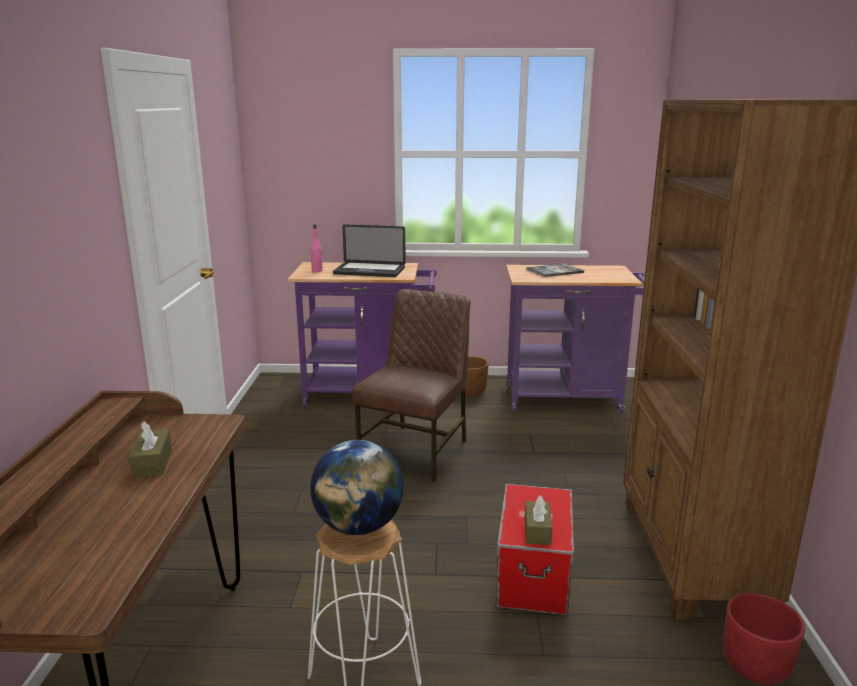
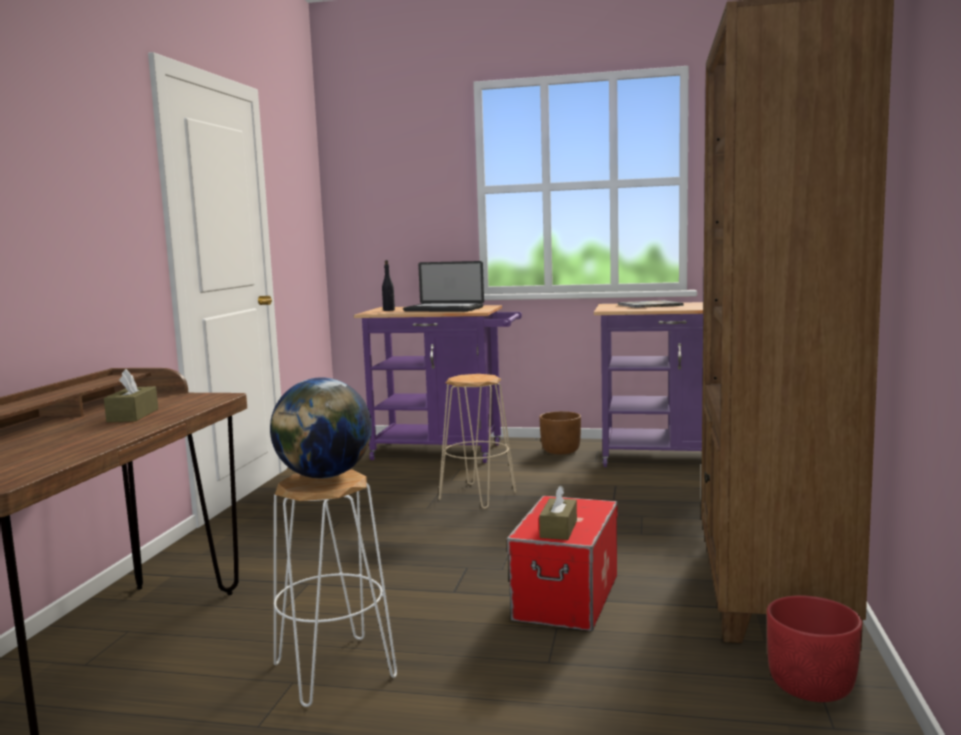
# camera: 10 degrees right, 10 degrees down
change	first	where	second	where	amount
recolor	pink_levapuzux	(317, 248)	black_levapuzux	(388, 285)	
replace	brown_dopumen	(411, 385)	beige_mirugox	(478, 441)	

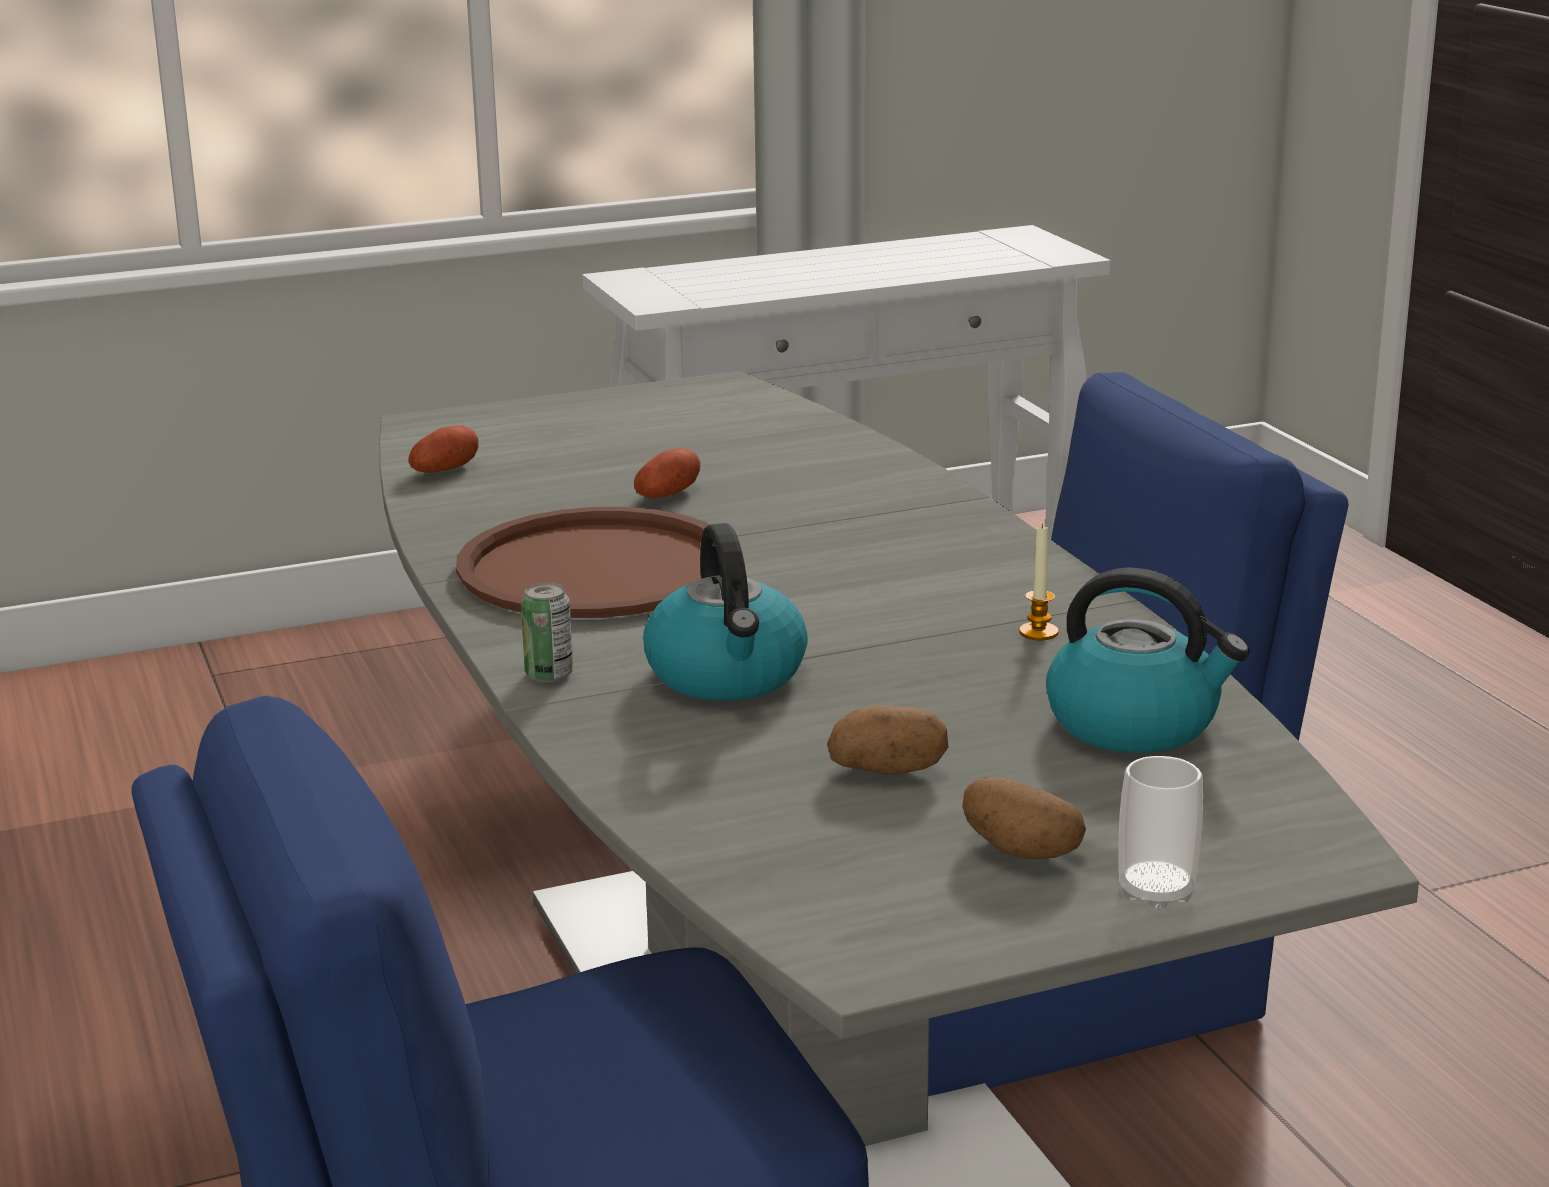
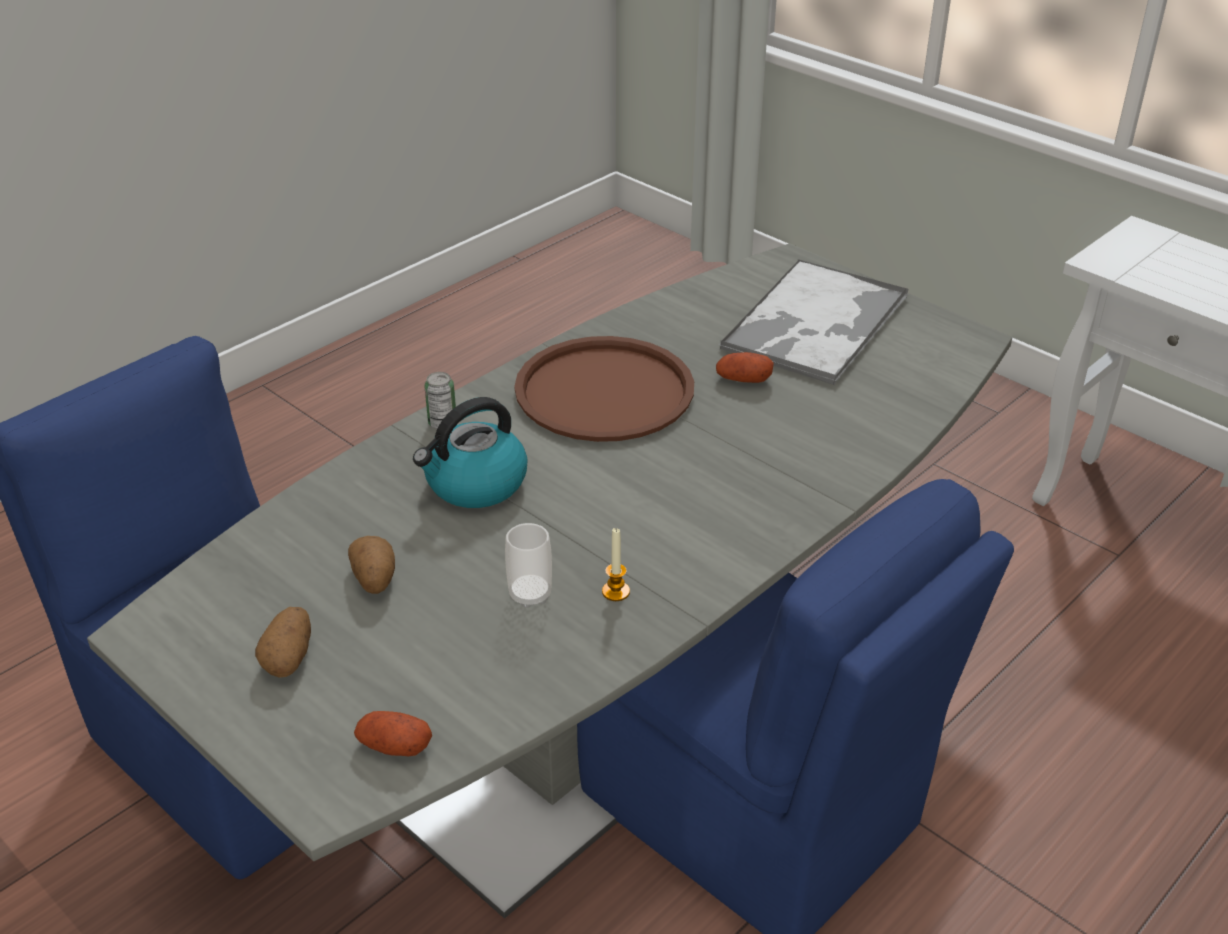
# camera: 65 degrees right, 15 degrees up
change	first	where	second	where	amount
move	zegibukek	(443, 449)		(393, 733)	
delete	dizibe	(1148, 660)			
move	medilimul	(1160, 833)		(528, 565)	
insert			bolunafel	(813, 322)	

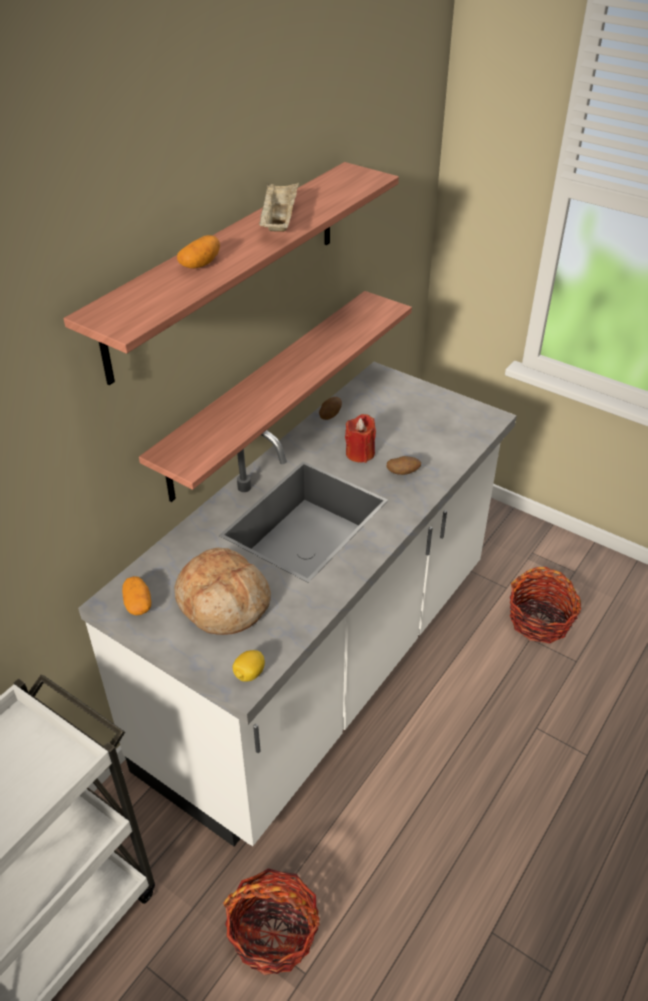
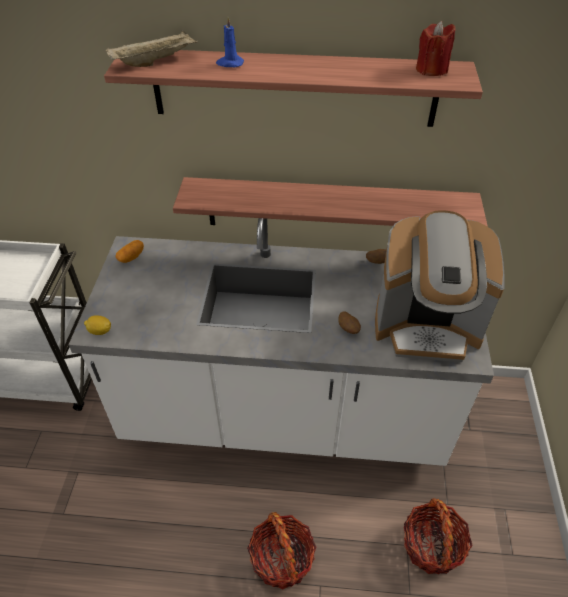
# camera: 60 degrees right, 5 degrees up
change	first	where	second	where	amount
move	beige_bolunafel	(279, 206)		(152, 48)	
replace	zegibukek	(198, 252)	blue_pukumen	(230, 42)	
move	red_pukumen	(360, 438)		(436, 48)	
delete	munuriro	(222, 591)			
move	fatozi	(272, 921)		(282, 550)	
insert			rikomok	(439, 286)	

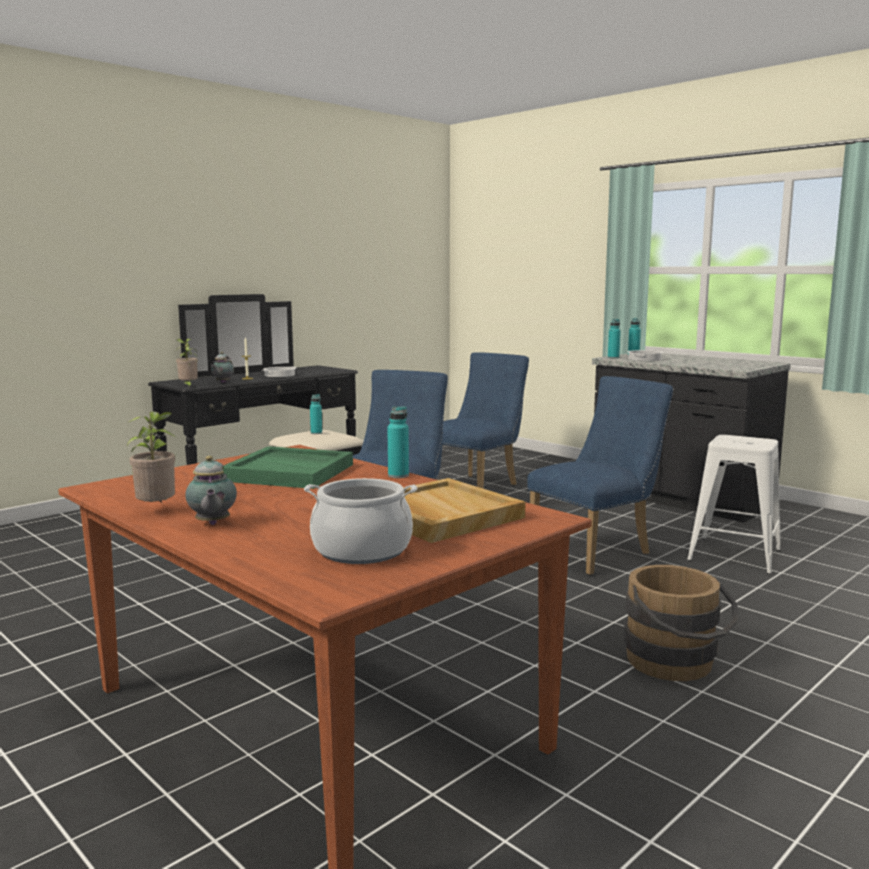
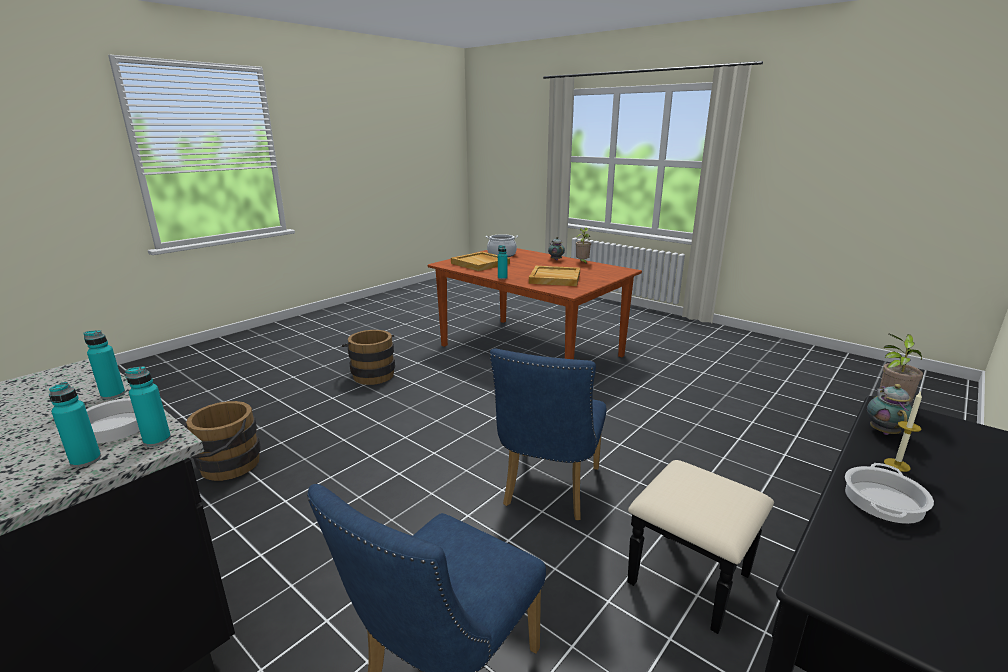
# camera: 175 degrees right, 10 degrees up
change	first	where	second	where	amount
delete	blue_dopumen	(600, 475)			
move	turquoise_levapuzux	(316, 414)		(104, 364)	
replace	white_mirugox	(734, 504)	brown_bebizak	(222, 441)	
recolor	green_bolunafel	(288, 467)	beige_bolunafel	(554, 276)	

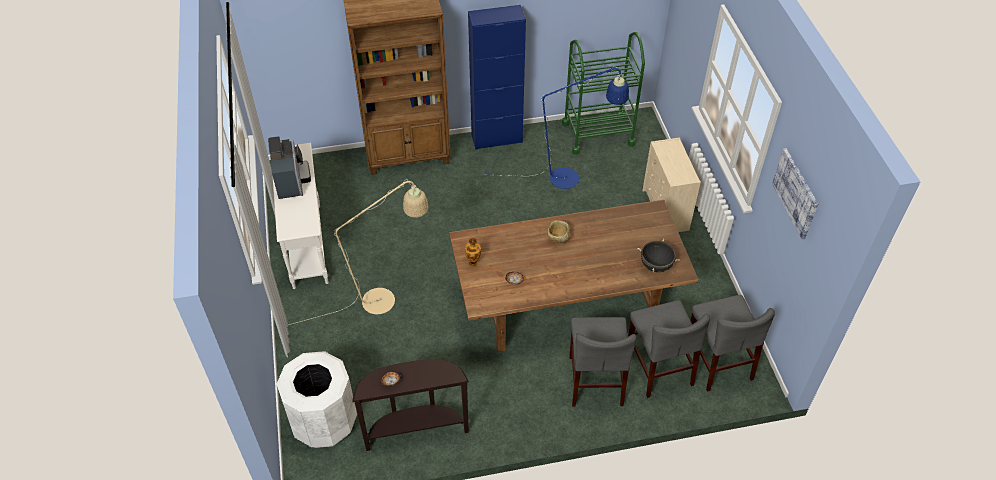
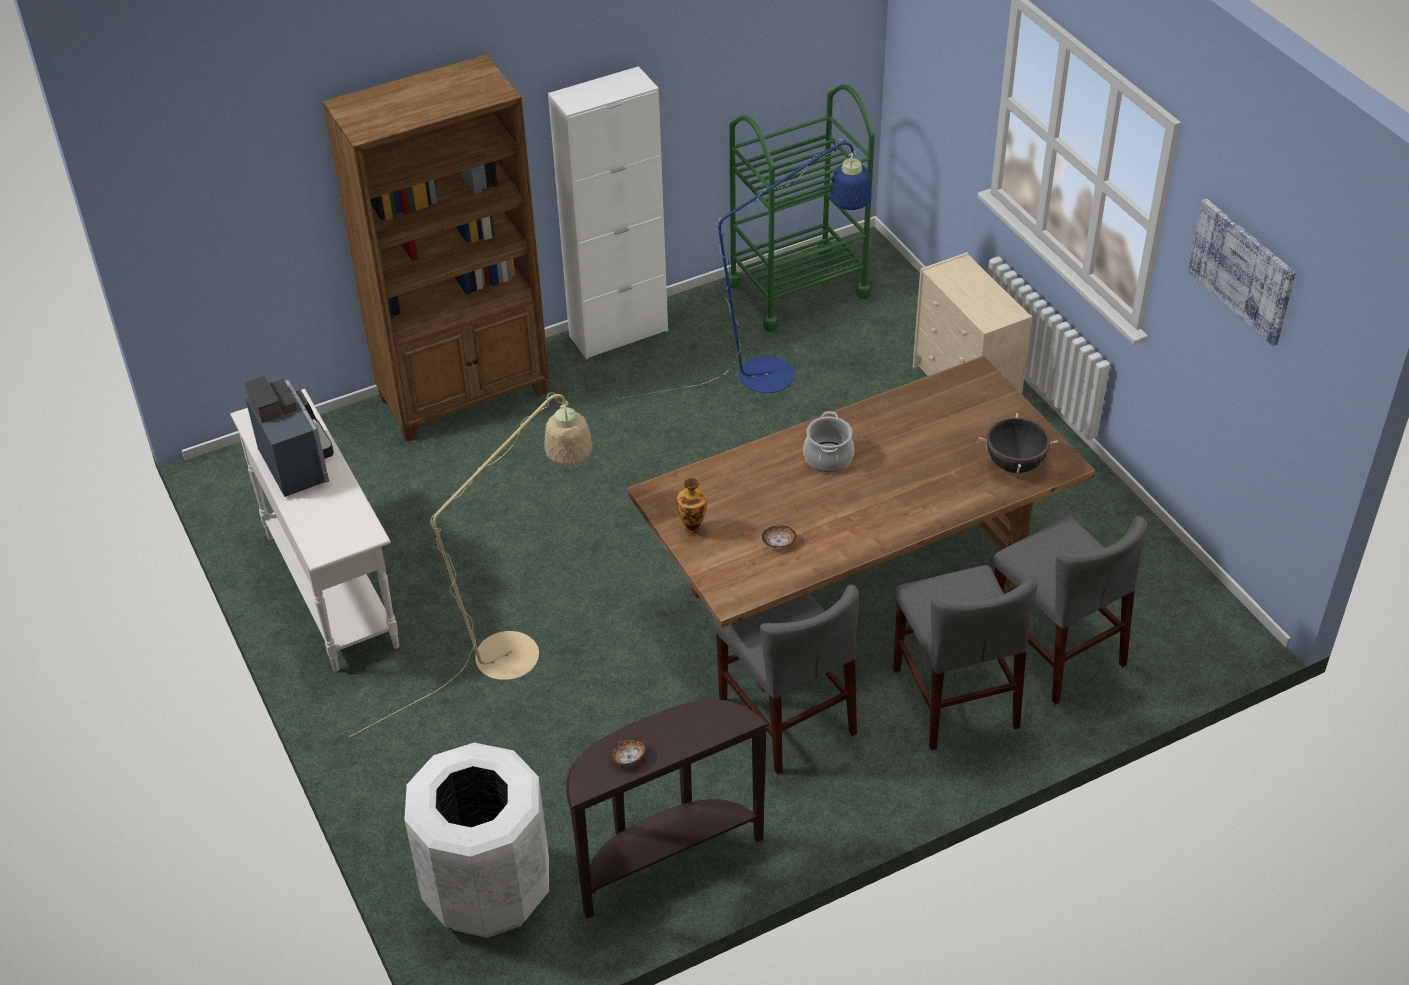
# camera: 15 degrees left, 5 degrees down
change	first	where	second	where	amount
recolor	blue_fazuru	(497, 77)	white_fazuru	(608, 212)	
replace	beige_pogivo	(559, 232)	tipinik	(829, 441)	
move	grey_dopumen	(732, 343)		(786, 679)	

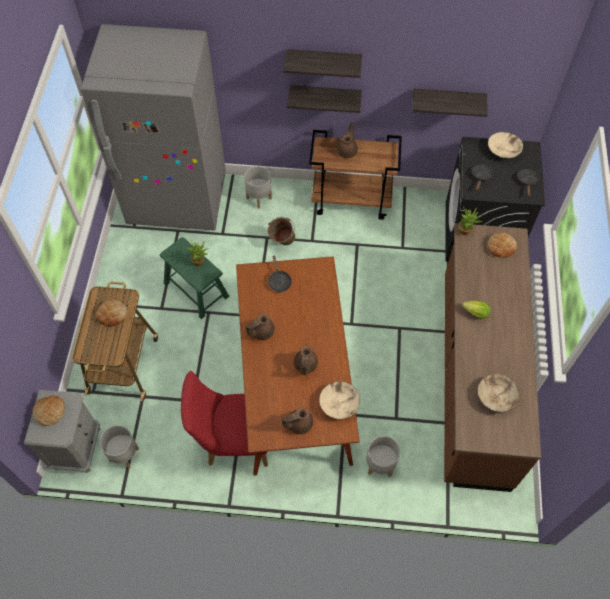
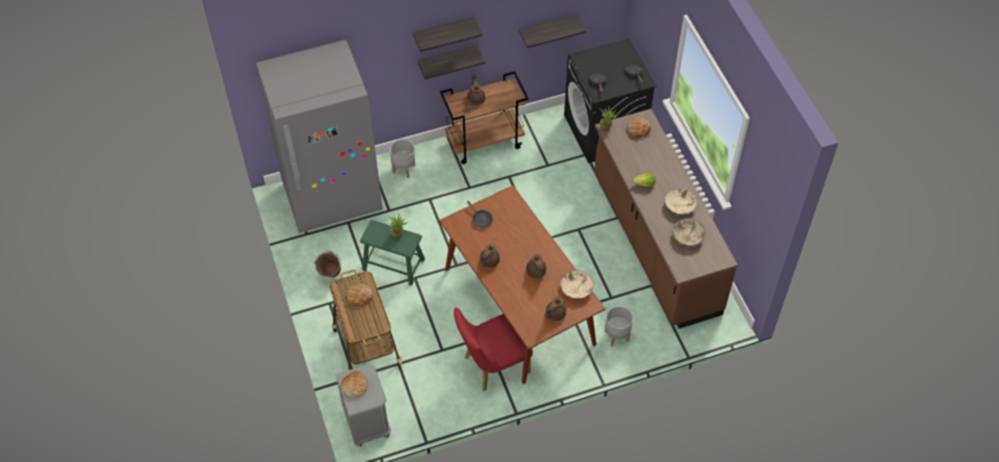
# camera: 25 degrees left, 5 degrees down
change	first	where	second	where	amount
move	beige_pogivo	(505, 145)		(681, 202)	
move	green_bebizak	(281, 231)		(327, 264)	
delete	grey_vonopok	(119, 447)			

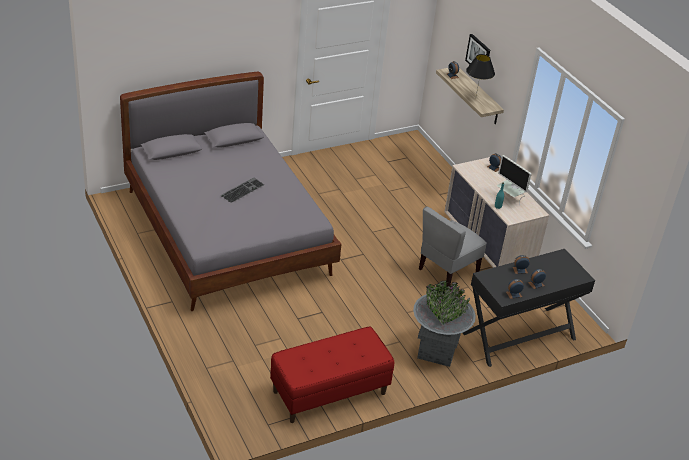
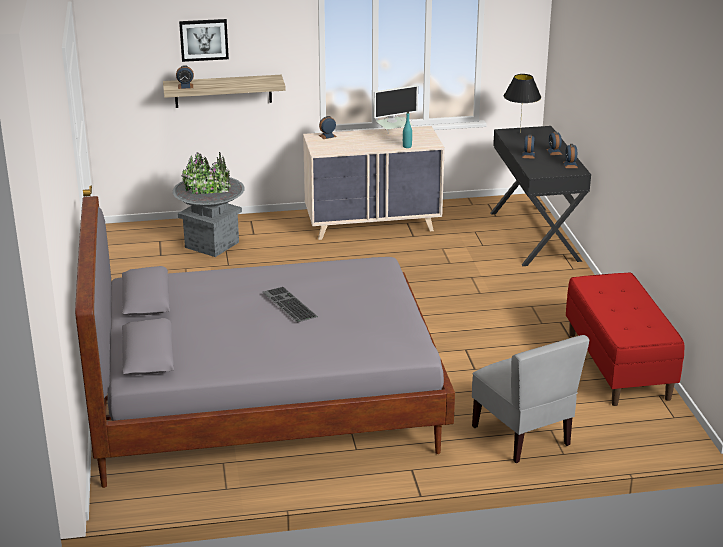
# camera: 70 degrees left, 10 degrees down
change	first	where	second	where	amount
move	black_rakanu	(480, 74)		(522, 102)	
move	grey_dopumen	(453, 246)		(530, 399)	
move	grey_vonopok	(444, 323)		(208, 204)	

